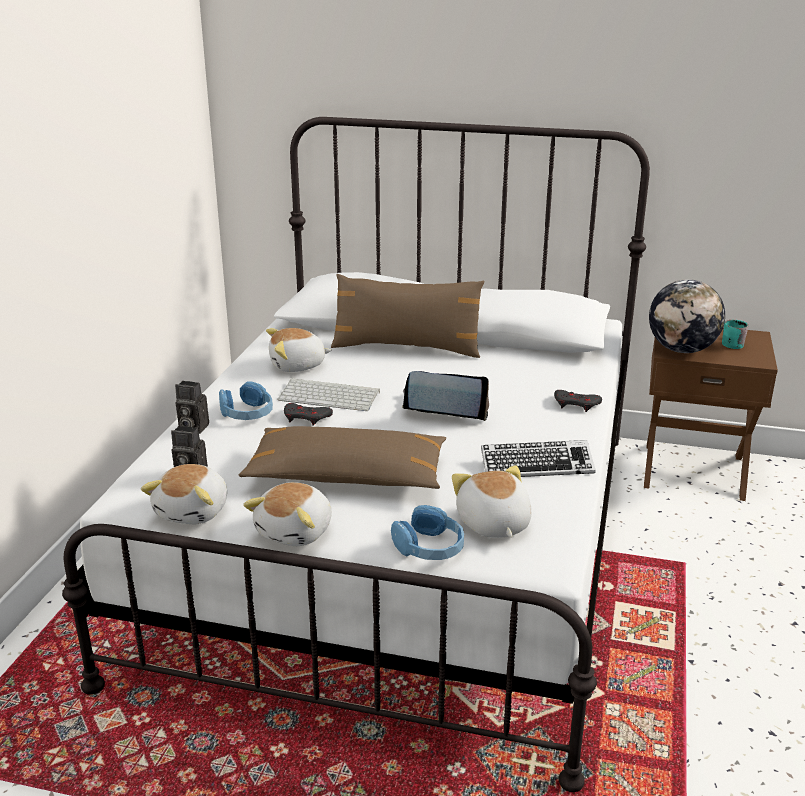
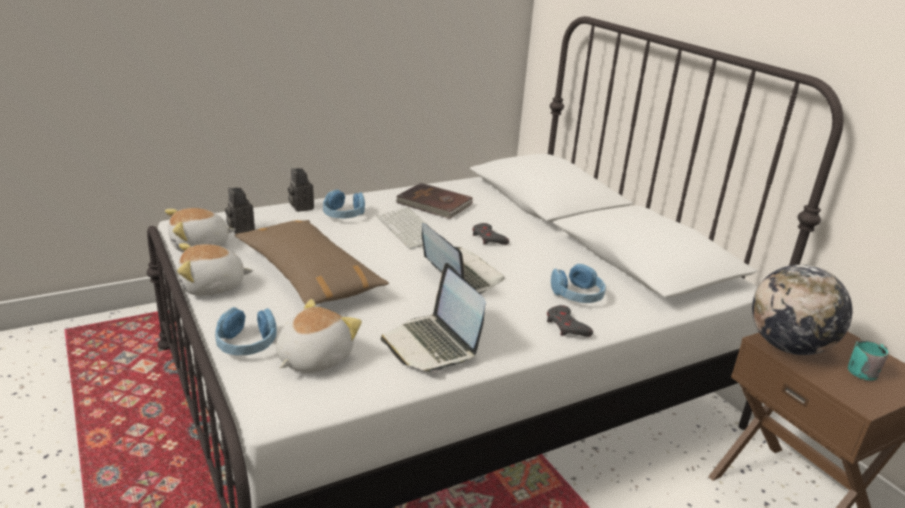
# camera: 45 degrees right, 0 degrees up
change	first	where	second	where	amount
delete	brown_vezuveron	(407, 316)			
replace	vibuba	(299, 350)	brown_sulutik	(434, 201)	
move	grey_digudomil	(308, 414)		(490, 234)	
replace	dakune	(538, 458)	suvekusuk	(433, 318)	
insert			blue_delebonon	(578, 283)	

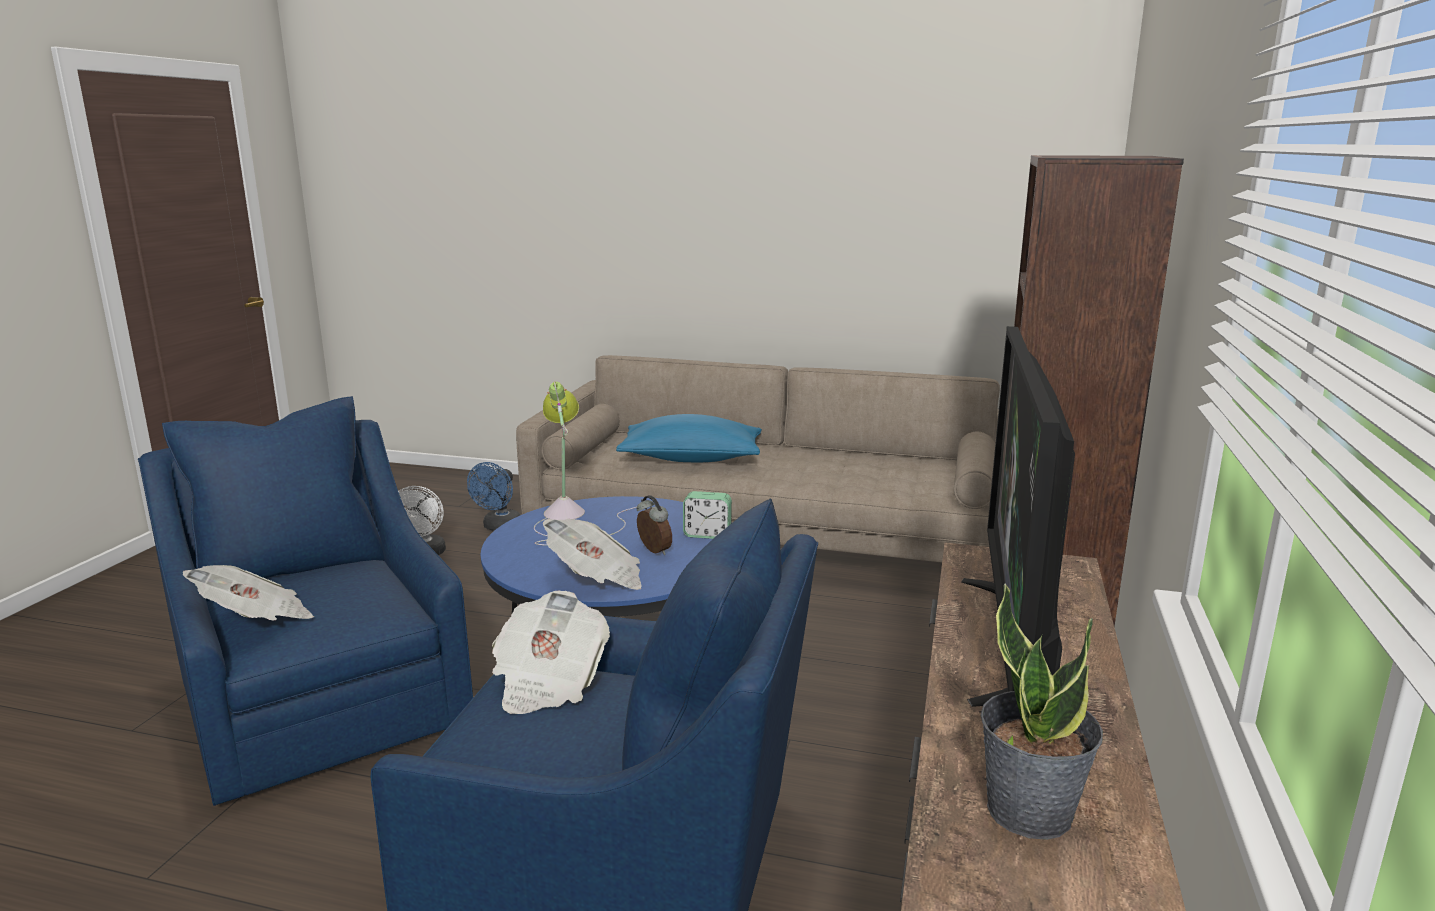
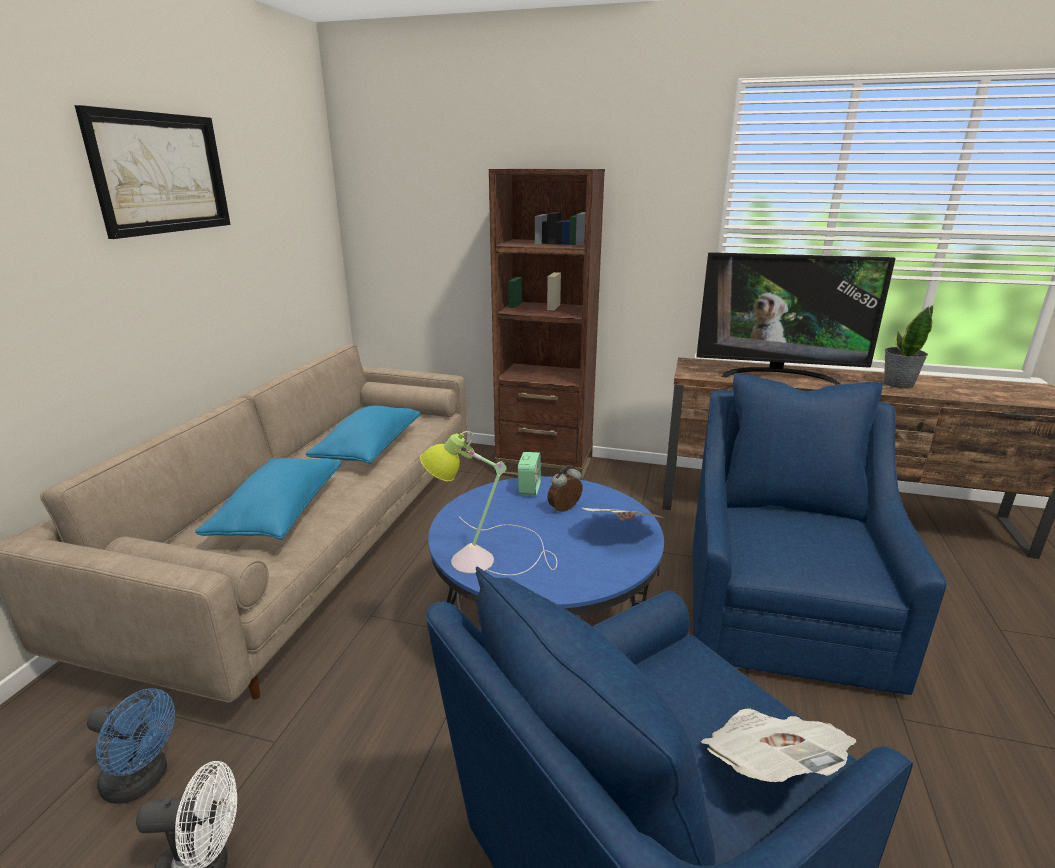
# camera: 90 degrees left, 5 degrees up
change	first	where	second	where	amount
delete	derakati	(550, 652)			
insert			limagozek	(153, 172)	
insert			blue_vezuveron	(363, 435)	

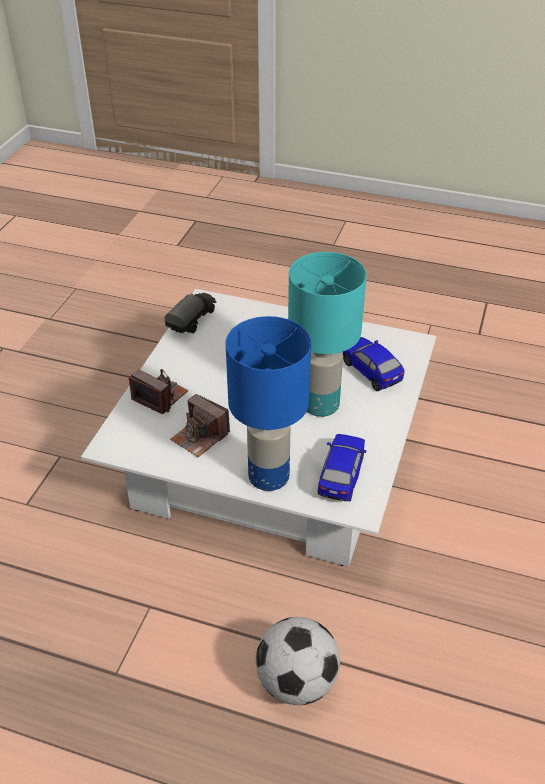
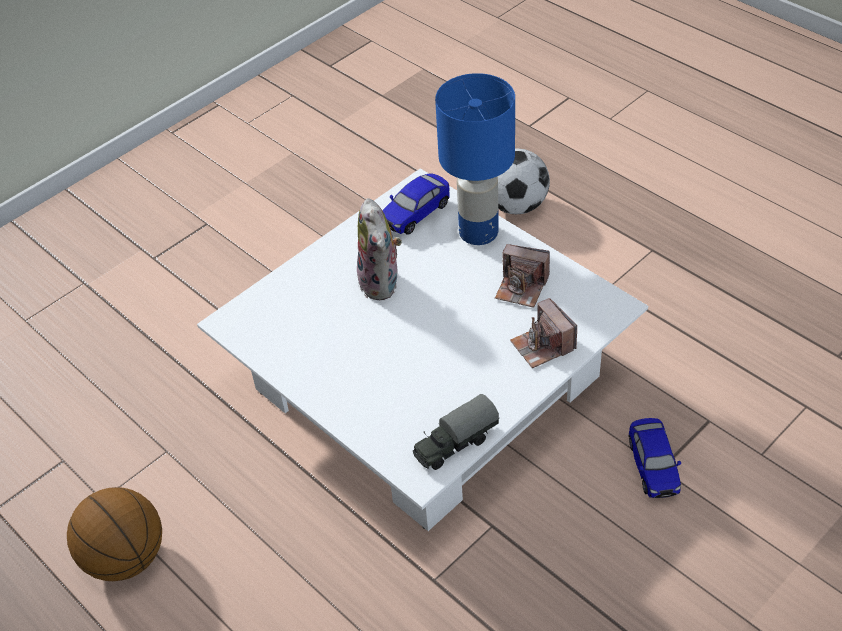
# camera: 150 degrees left, 5 degrees up
change	first	where	second	where	amount
replace	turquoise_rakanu	(327, 334)	vibuba	(379, 249)	
move	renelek	(373, 364)		(654, 458)	
rotate	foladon	(200, 425)		(522, 276)	135 degrees clockwise
insert			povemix	(114, 534)	

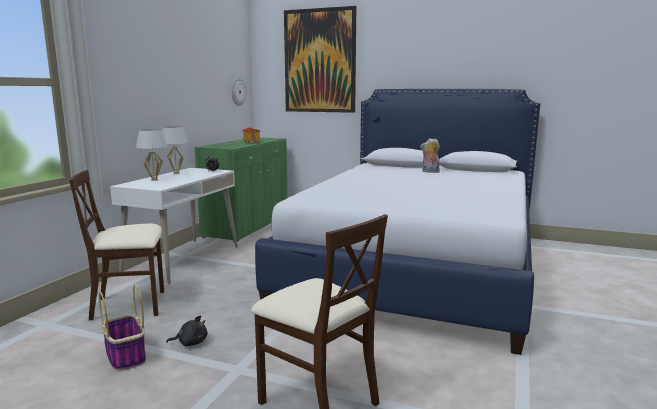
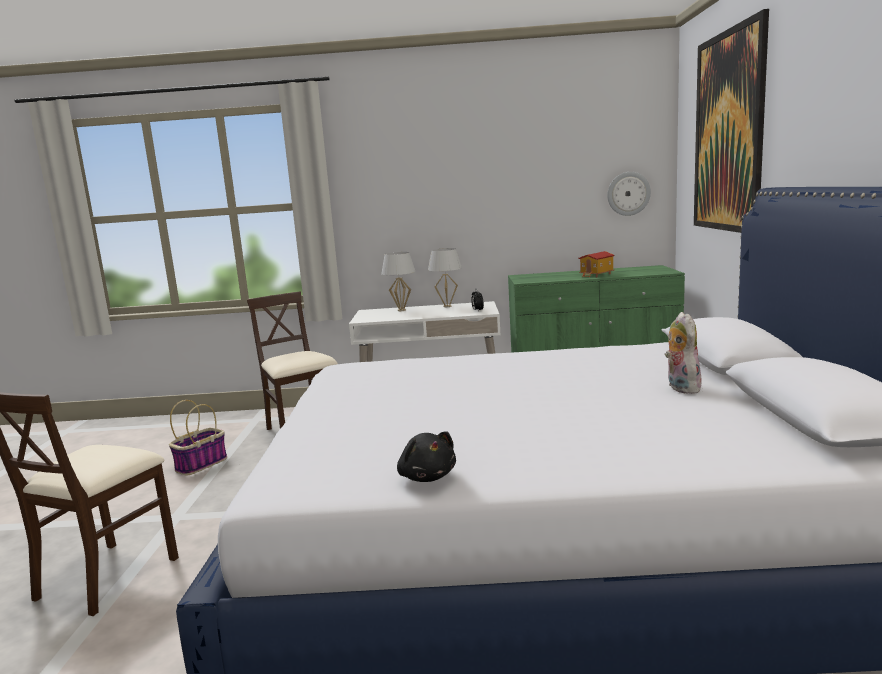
# camera: 70 degrees right, 0 degrees up
change	first	where	second	where	amount
move	black_vibuba	(186, 331)		(426, 456)	

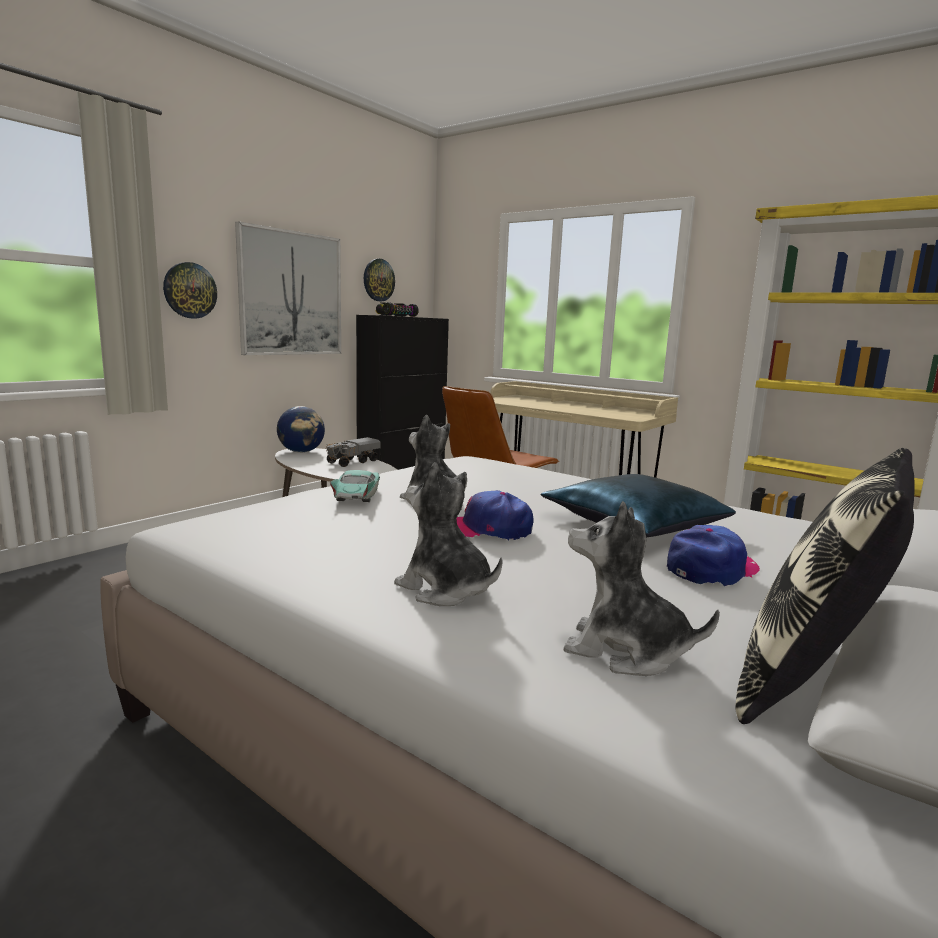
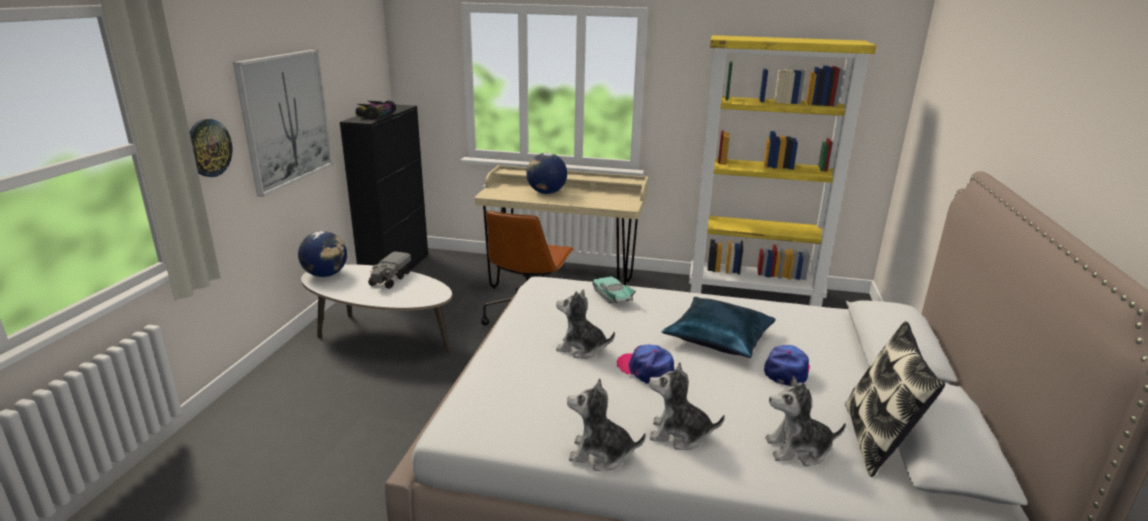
# camera: 25 degrees left, 10 degrees up
change	first	where	second	where	amount
delete	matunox	(379, 280)			
move	turquoise_renelek	(355, 486)		(614, 289)	
rotate	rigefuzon	(494, 515)		(646, 364)	60 degrees clockwise
insert			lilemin	(547, 173)	
insert			vibuba	(606, 425)	

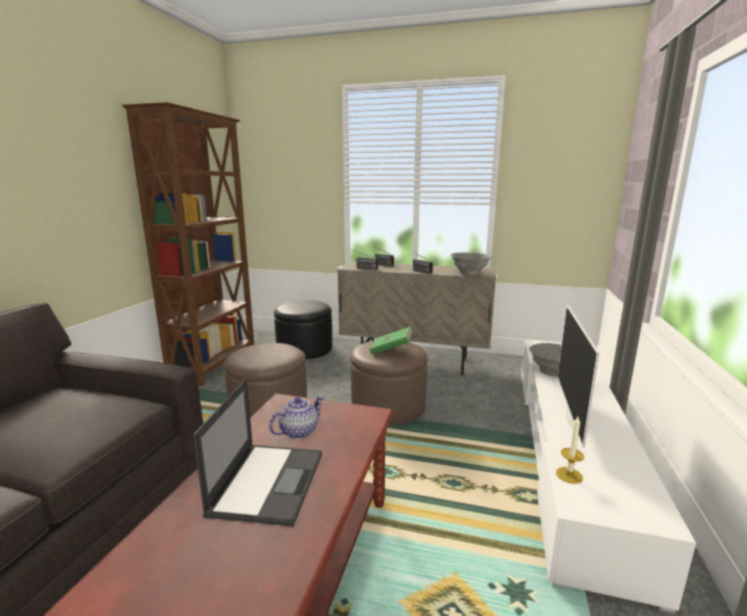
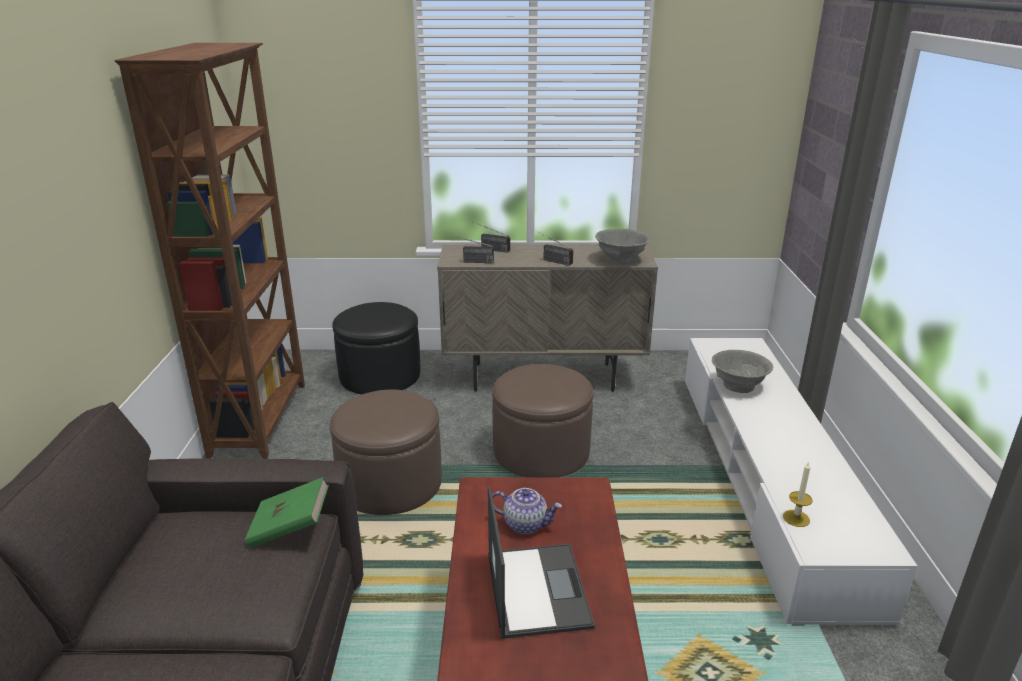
# camera: 15 degrees left, 10 degrees up
change	first	where	second	where	amount
delete	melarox	(578, 376)			
move	green_sulutik	(392, 340)		(287, 512)	
rotate	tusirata	(296, 417)		(527, 511)	75 degrees clockwise

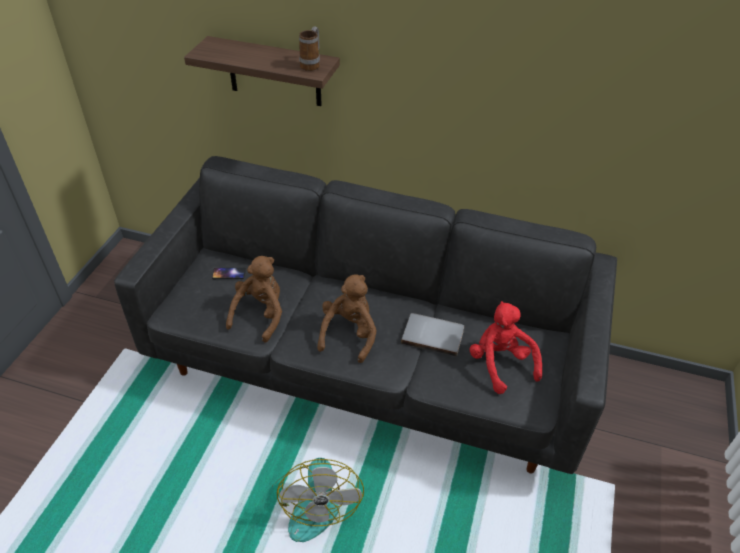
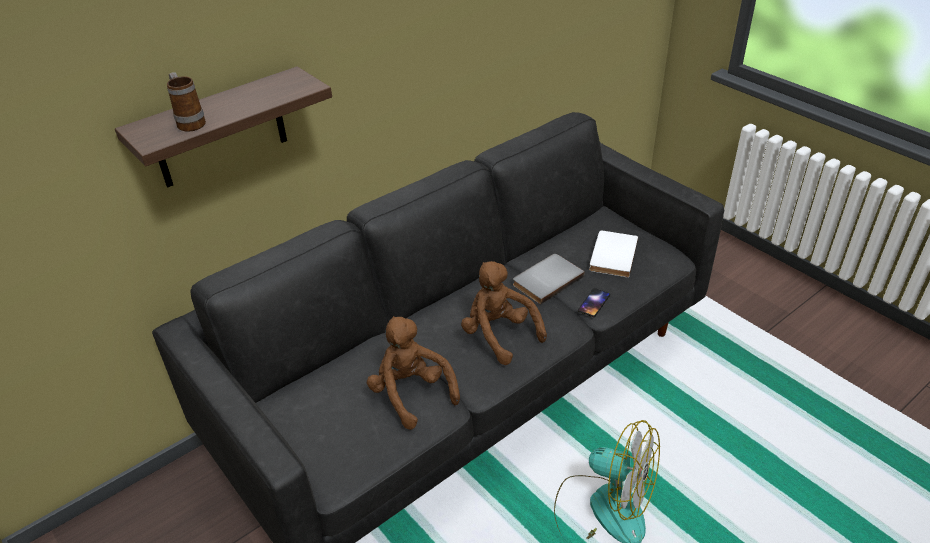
# camera: 55 degrees left, 5 degrees down
change	first	where	second	where	amount
move	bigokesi	(309, 49)		(186, 102)	
move	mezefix	(229, 273)		(594, 302)	
replace	red_vibuba	(505, 347)	white_sulutik	(613, 254)	

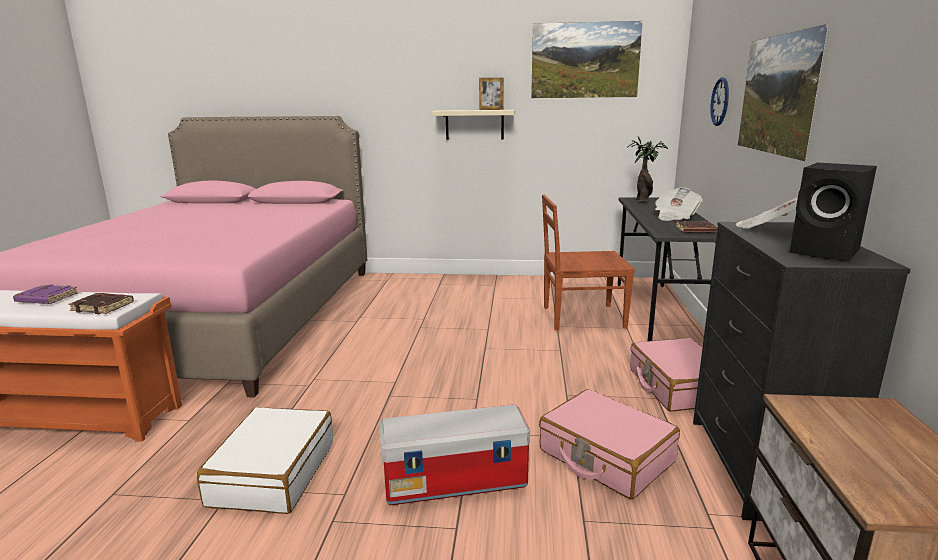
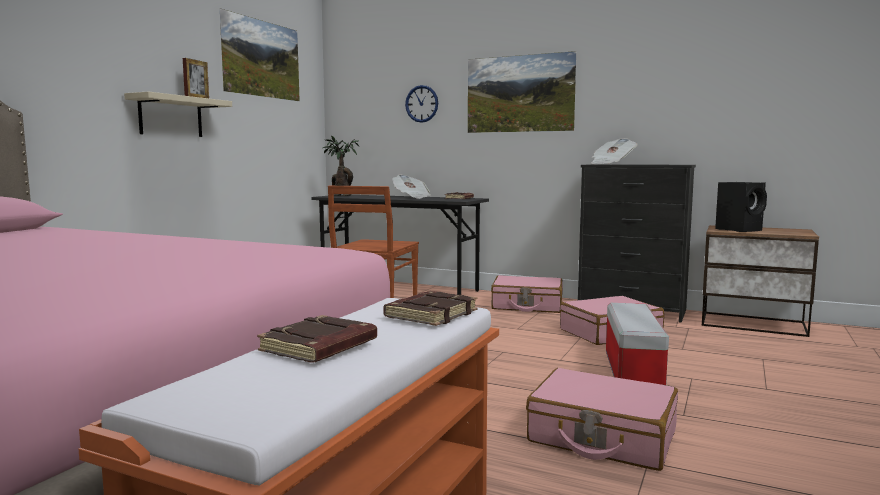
# camera: 70 degrees left, 10 degrees down
change	first	where	second	where	amount
move	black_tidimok	(833, 211)		(741, 207)	
recolor	purple_sulutik	(45, 294)	brown_sulutik	(317, 338)	
recolor	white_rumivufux	(265, 460)	pink_rumivufux	(602, 419)	

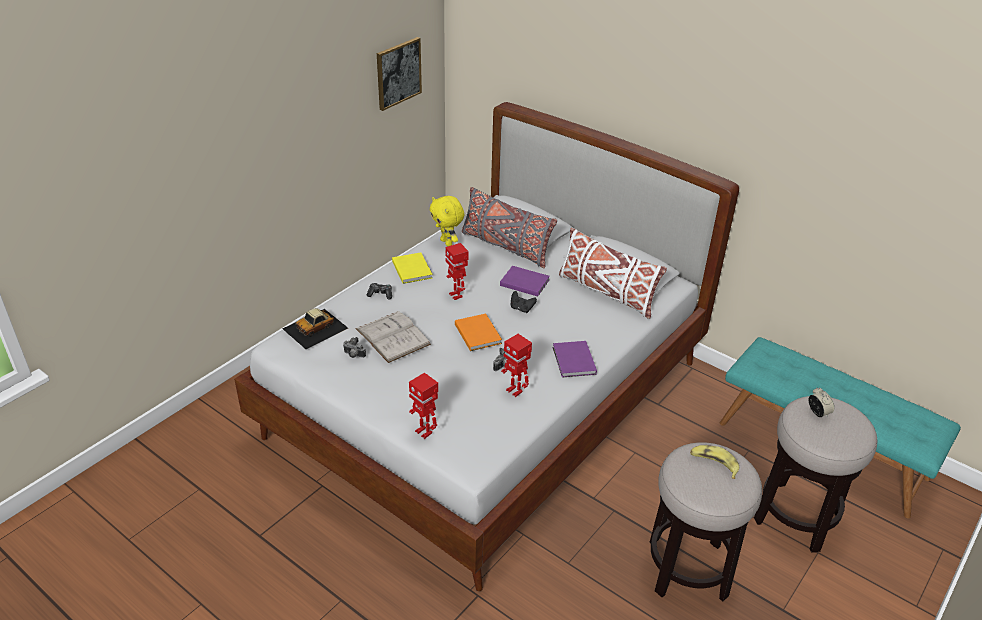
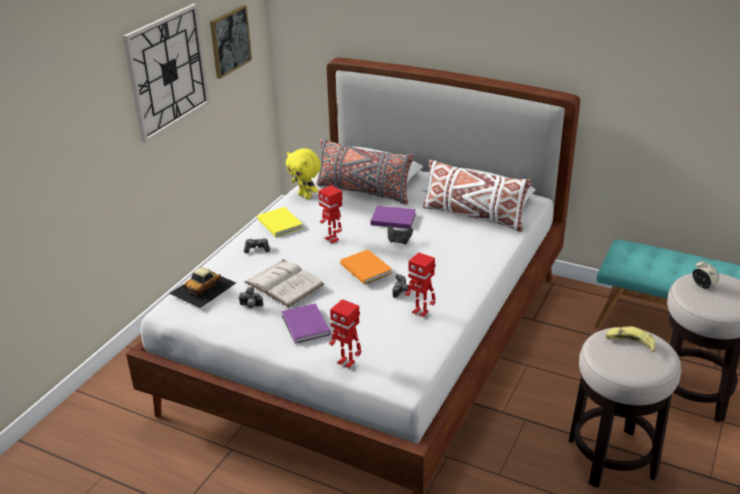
# camera: 10 degrees left, 5 degrees down
change	first	where	second	where	amount
move	purple_sulutik	(575, 359)		(306, 323)	
insert			matunox	(166, 73)	

